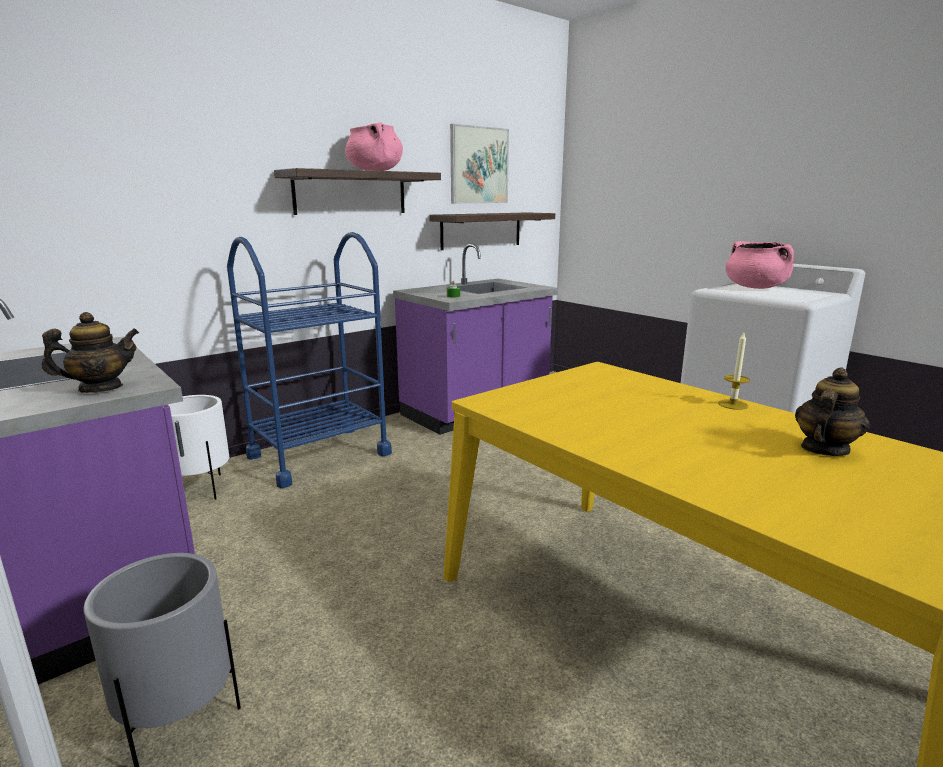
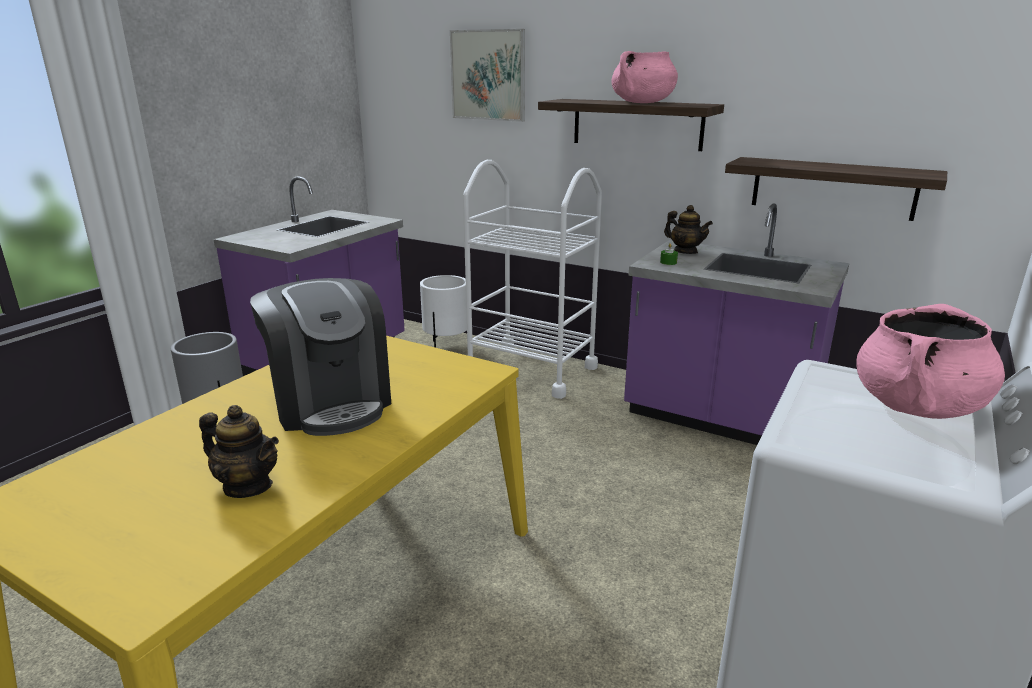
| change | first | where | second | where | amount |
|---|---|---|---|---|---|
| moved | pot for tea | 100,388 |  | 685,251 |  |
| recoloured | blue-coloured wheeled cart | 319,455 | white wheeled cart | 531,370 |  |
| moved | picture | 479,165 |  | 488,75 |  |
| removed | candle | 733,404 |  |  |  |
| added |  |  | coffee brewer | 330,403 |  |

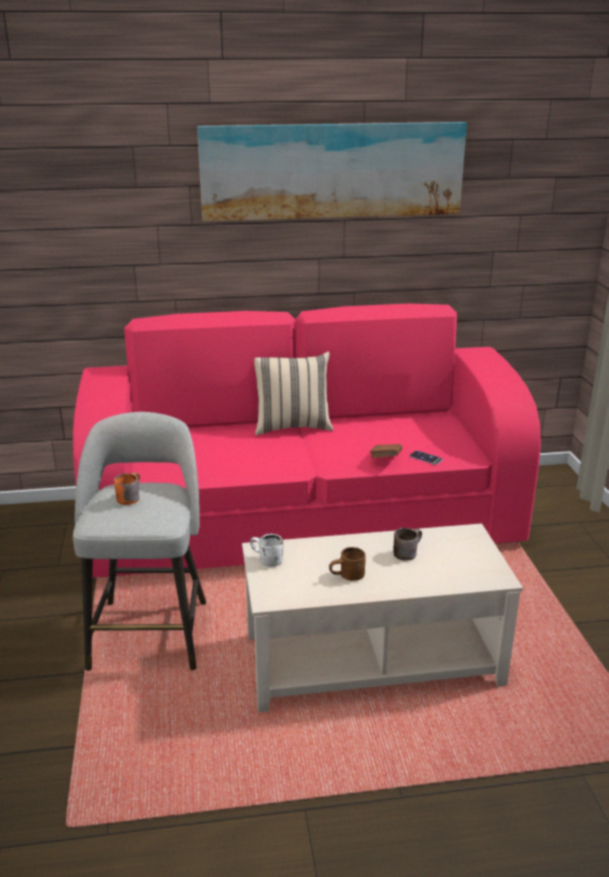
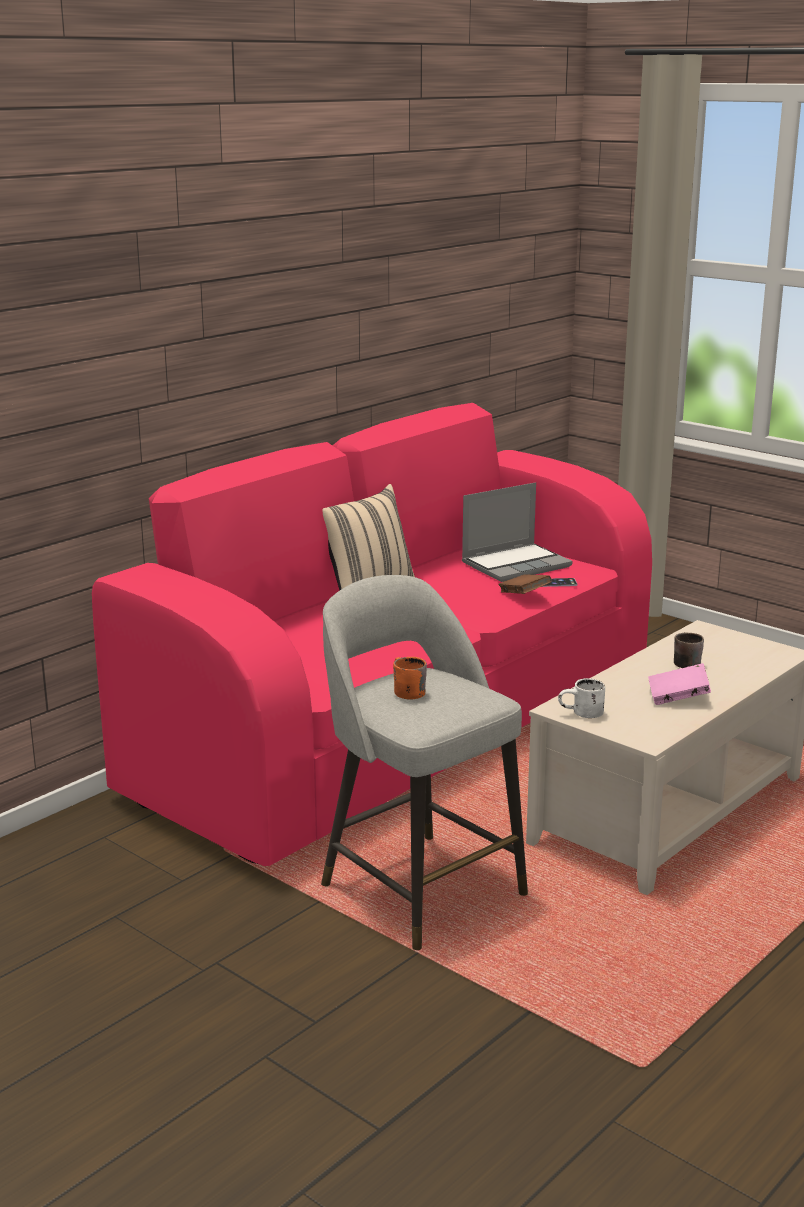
| change | first | where | second | where | amount |
|---|---|---|---|---|---|
| removed | picture | 332,170 |  |  |  |
| replaced | brownish mug | 348,577 | pink-coloured book | 678,698 |  |
| added |  |  | laptop | 516,564 |  |

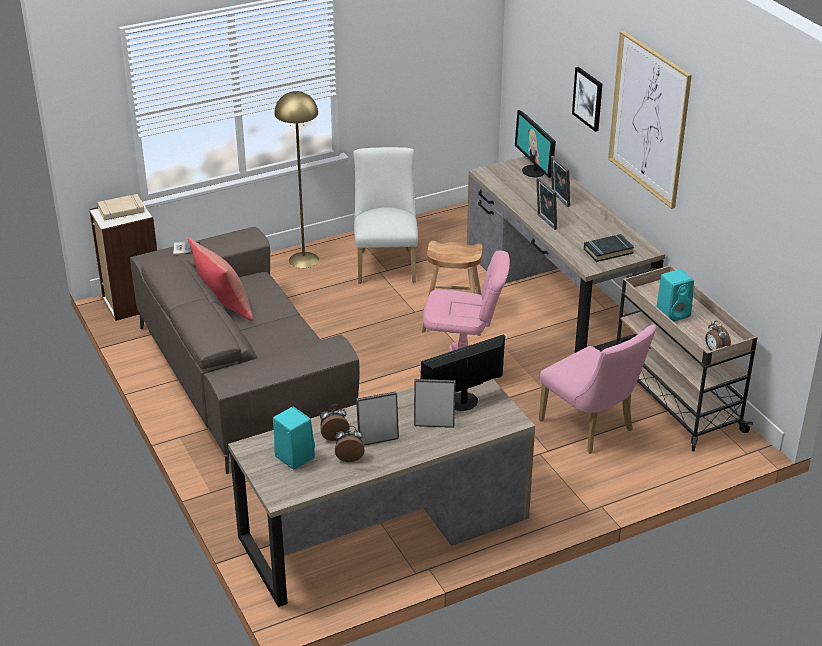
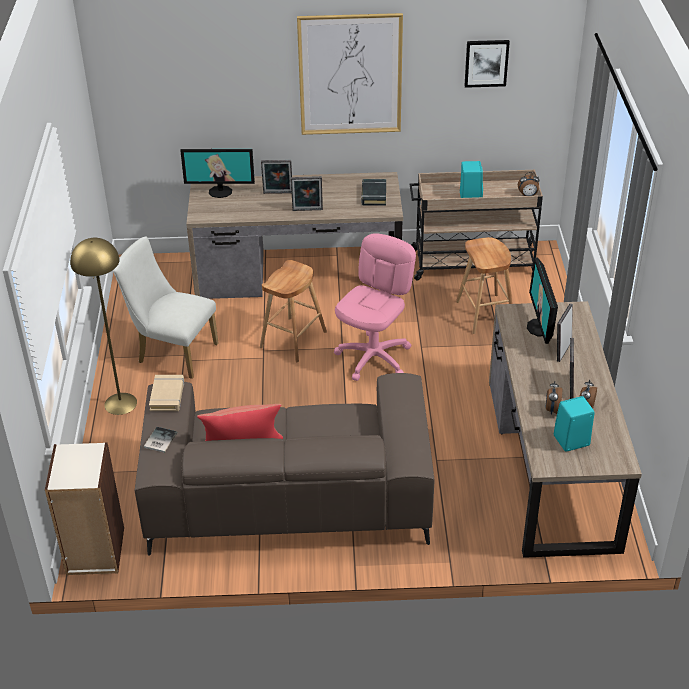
| change | first | where | second | where | amount |
|---|---|---|---|---|---|
| moved | beige book | 121,210 |  | 167,396 |  |
| replaced | pink-coloured plain chair | 591,428 | brownish stool seat | 485,314 |  |
| moved | picture | 588,98 |  | 486,63 |  |

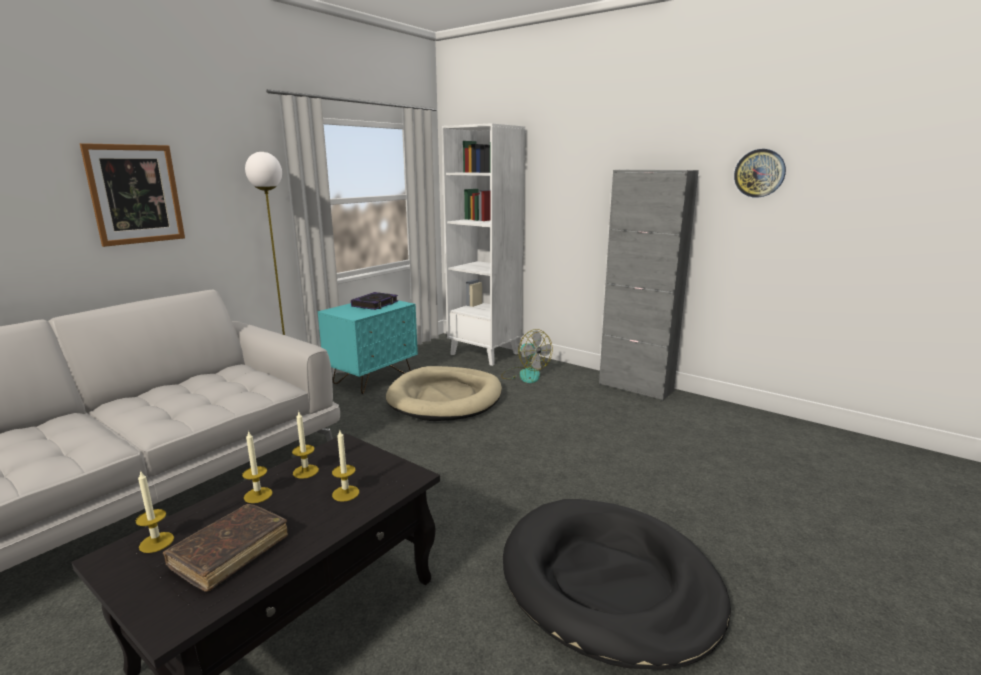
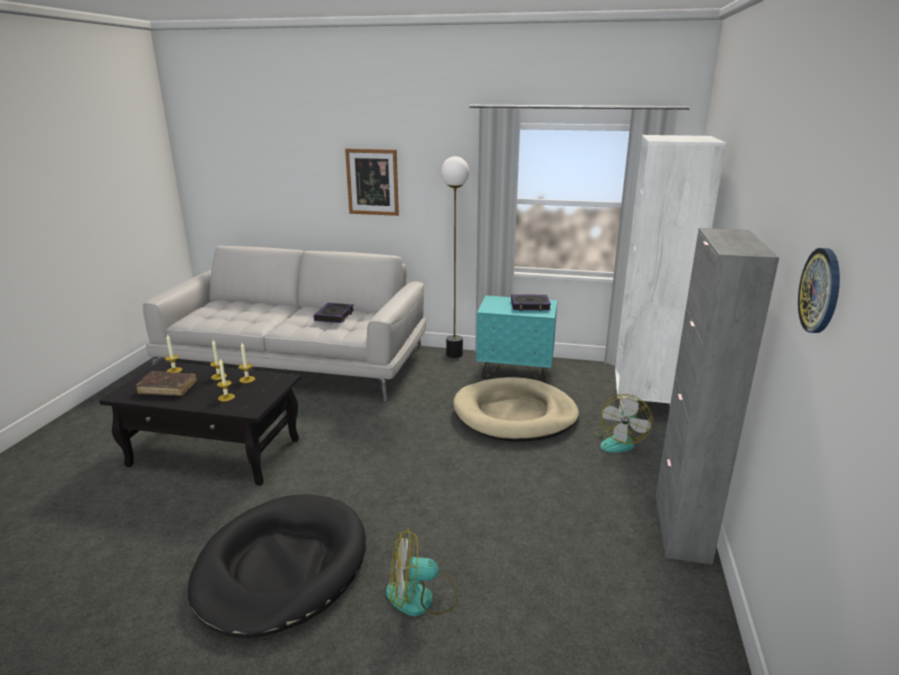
| change | first | where | second | where | amount |
|---|---|---|---|---|---|
| added |  |  | book | 334,316 |  |
| added |  |  | electric fan | 421,597 |  |

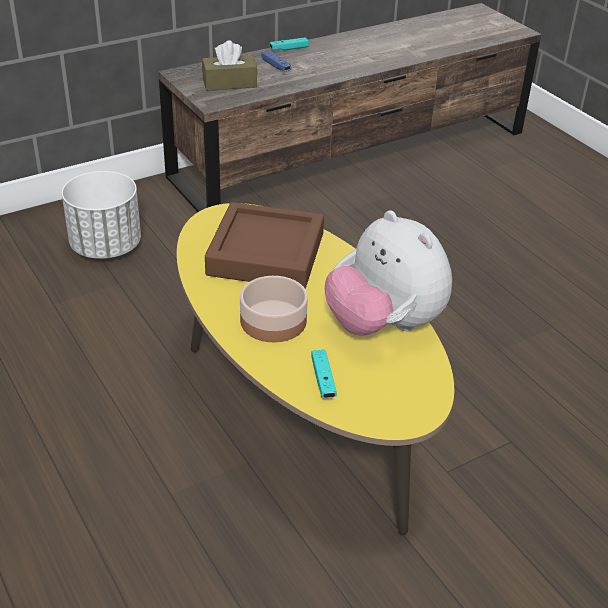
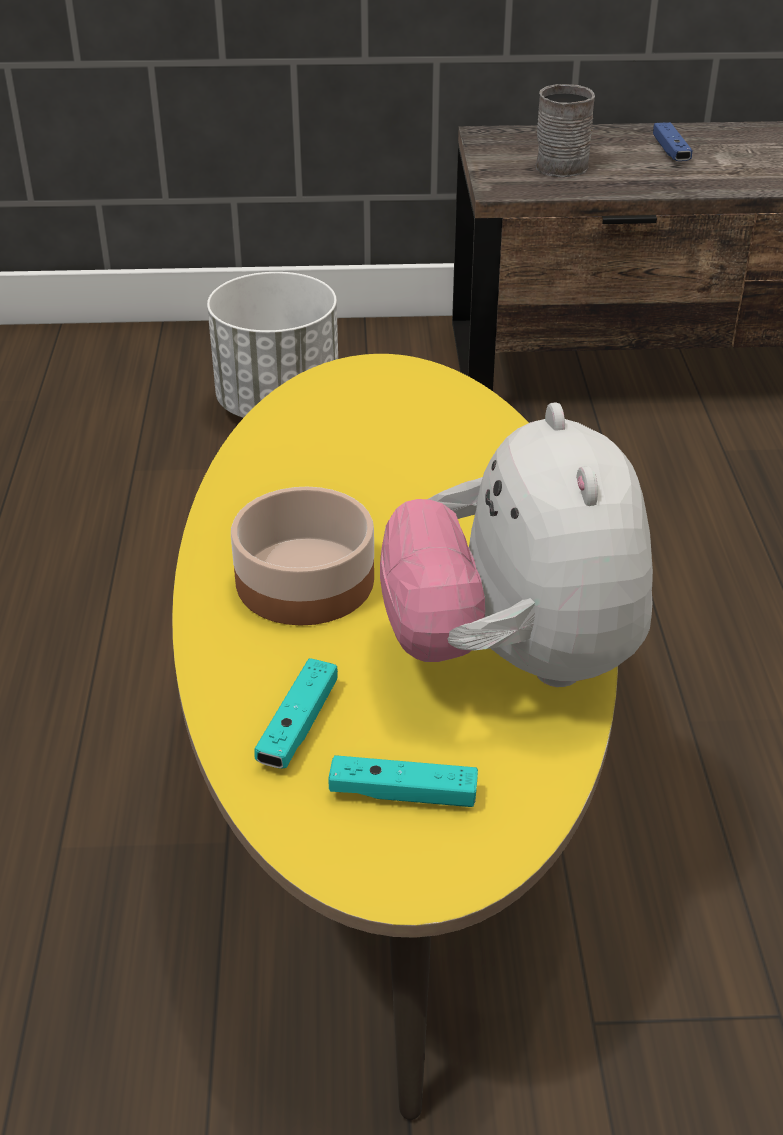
| change | first | where | second | where | amount |
|---|---|---|---|---|---|
| replaced | brownish tissue holder | 229,83 | grey mug | 562,163 |  |
| removed | brownish carrying tray | 266,254 |  |  |  |
| moved | blue-green joypad | 289,49 |  | 403,794 |  |

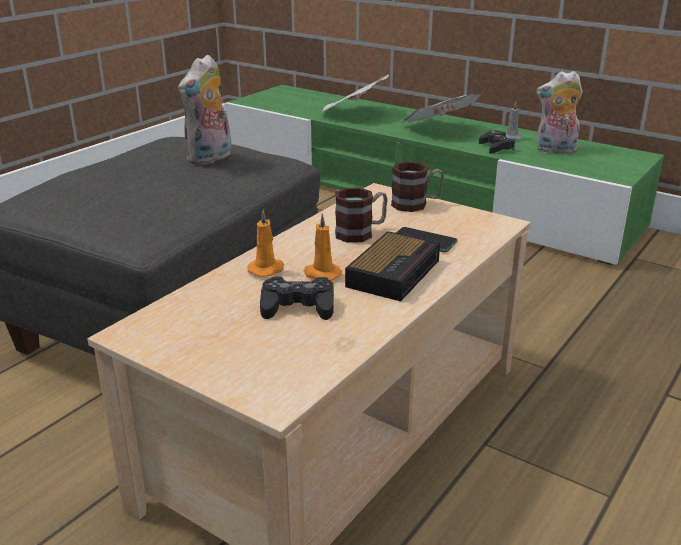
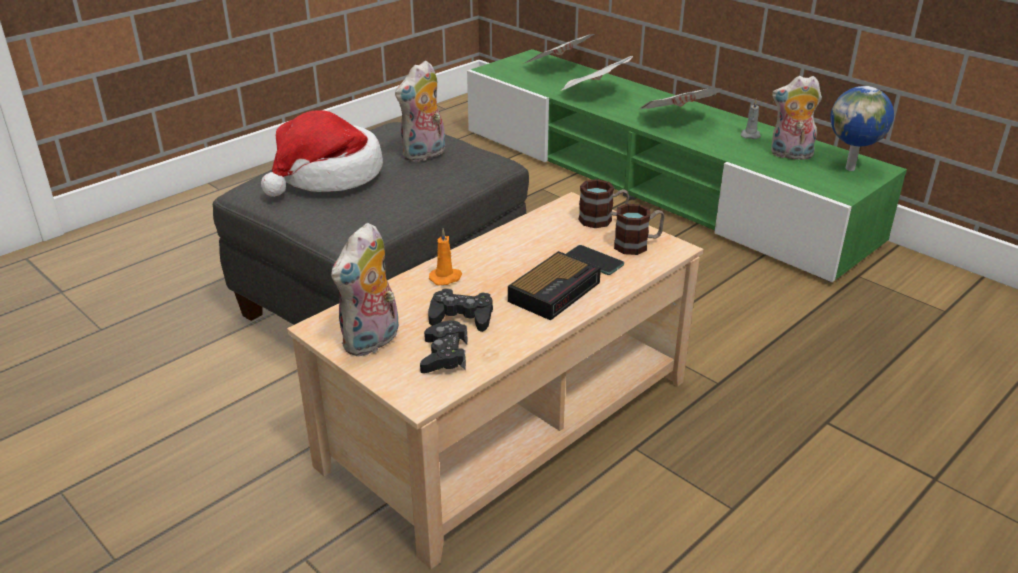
| change | first | where | second | where | amount |
|---|---|---|---|---|---|
| removed | orange candle | 321,274 |  |  |  |
| moved | mug | 361,233 |  | 638,245 |  |
| moved | black joypad | 496,147 |  | 444,355 |  |
| added |  |  | wearable hat | 328,176 |  |
| added |  |  | cuddly toy | 372,342 |  |
| added |  |  | newspaper | 557,67 |  |
| added |  |  | desk globe | 851,168 |  |

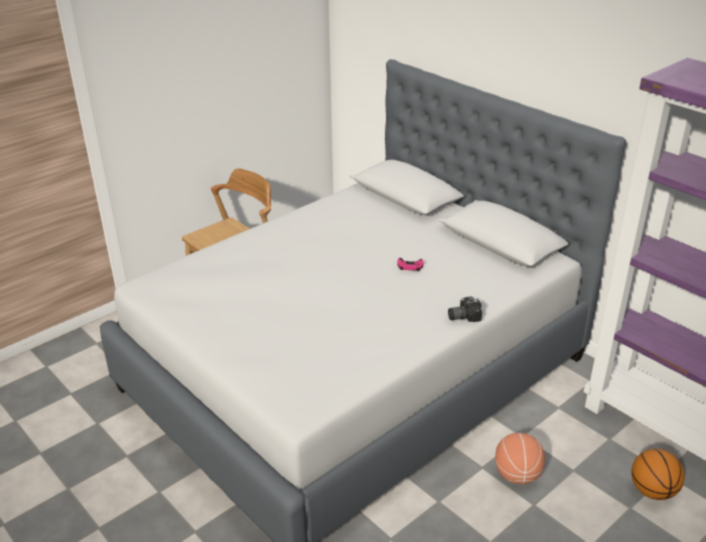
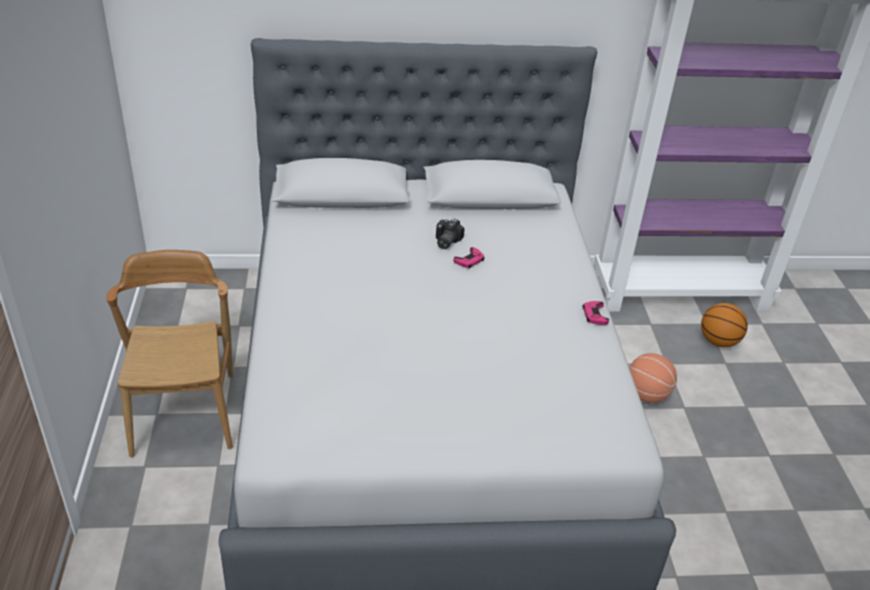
| change | first | where | second | where | amount |
|---|---|---|---|---|---|
| moved | photo camera | 462,316 |  | 445,241 |  |
| added |  |  | pink-coloured joypad | 594,315 |  |

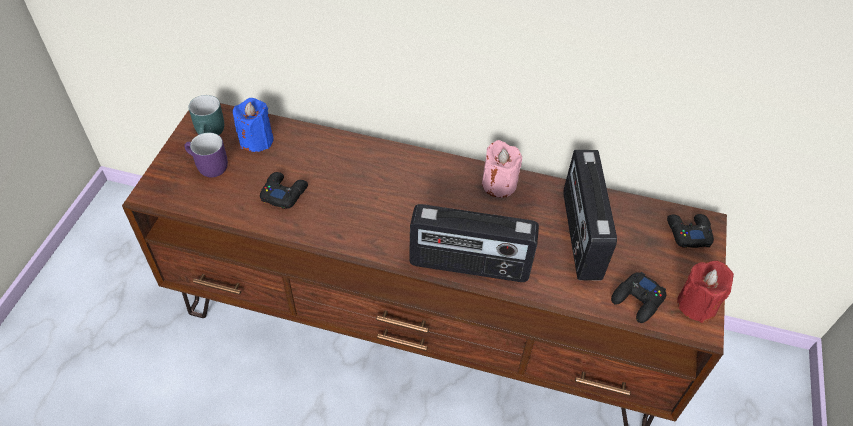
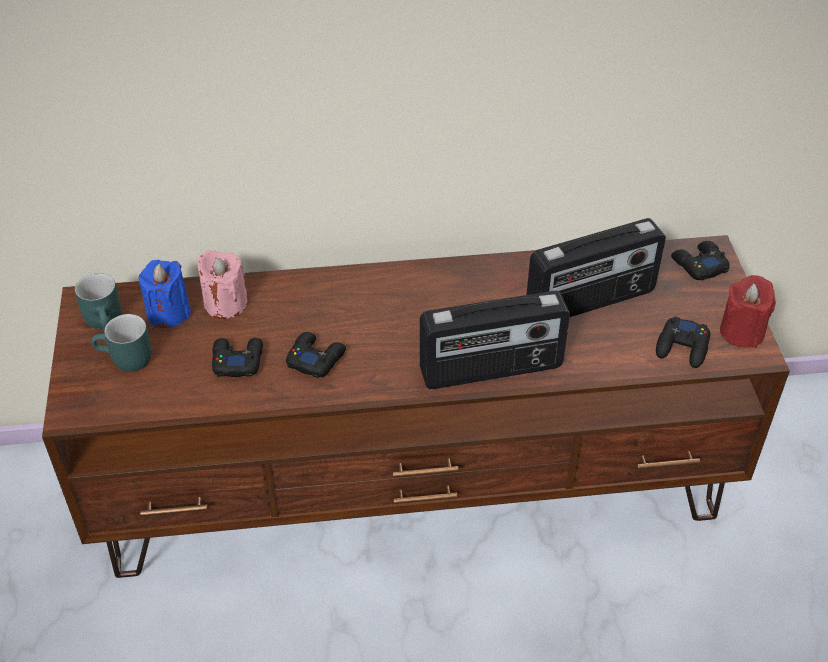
| change | first | where | second | where | amount |
|---|---|---|---|---|---|
| recoloured | purple mug | 207,167 | blue-green mug | 125,361 |  |
| moved | pink-coloured candle | 499,184 |  | 225,303 |  |
| turned | radio | 579,235 |  | 591,301 | 90 degrees counterclockwise |
| added |  |  | black joypad | 315,359 |  |

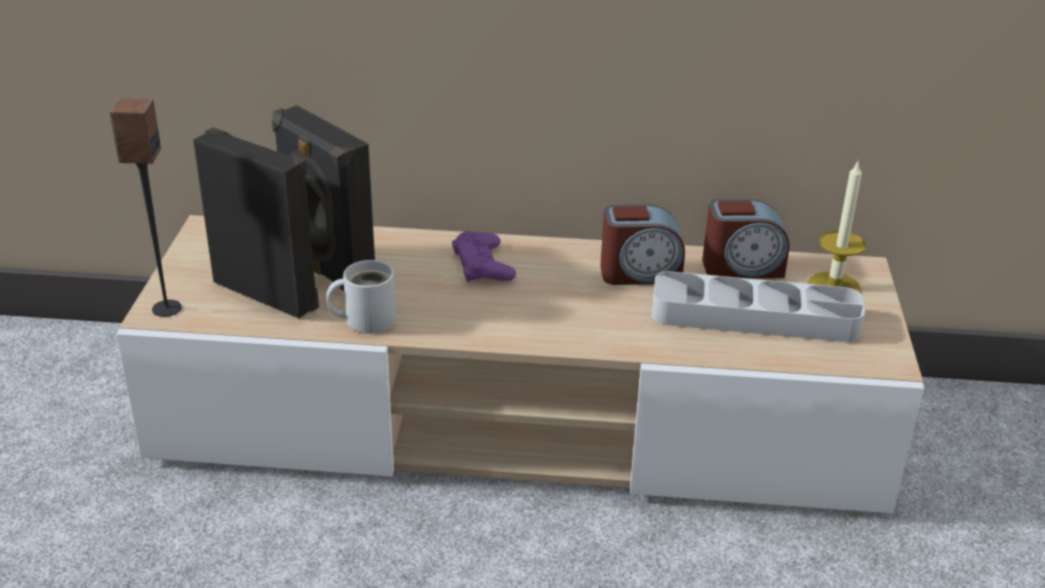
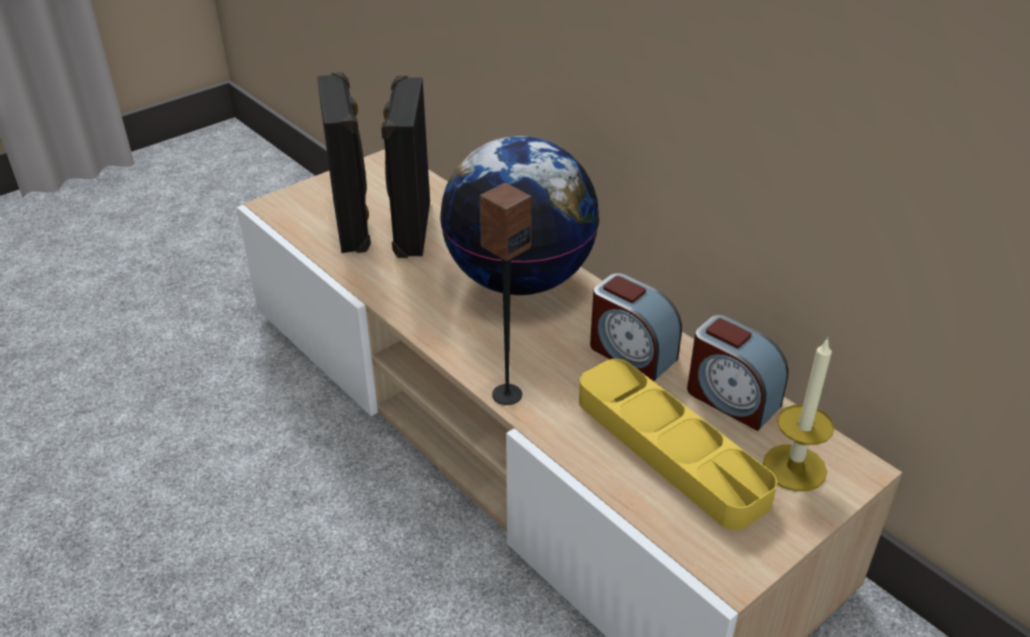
| change | first | where | second | where | amount |
|---|---|---|---|---|---|
| moved | speaker | 166,308 |  | 506,394 |  |
| removed | white mug | 365,319 |  |  |  |
| replaced | purple joypad | 483,265 | desk globe | 520,279 |  |
| recoloured | grey carrying tray | 754,317 | yellow-coloured carrying tray | 670,449 |  |

